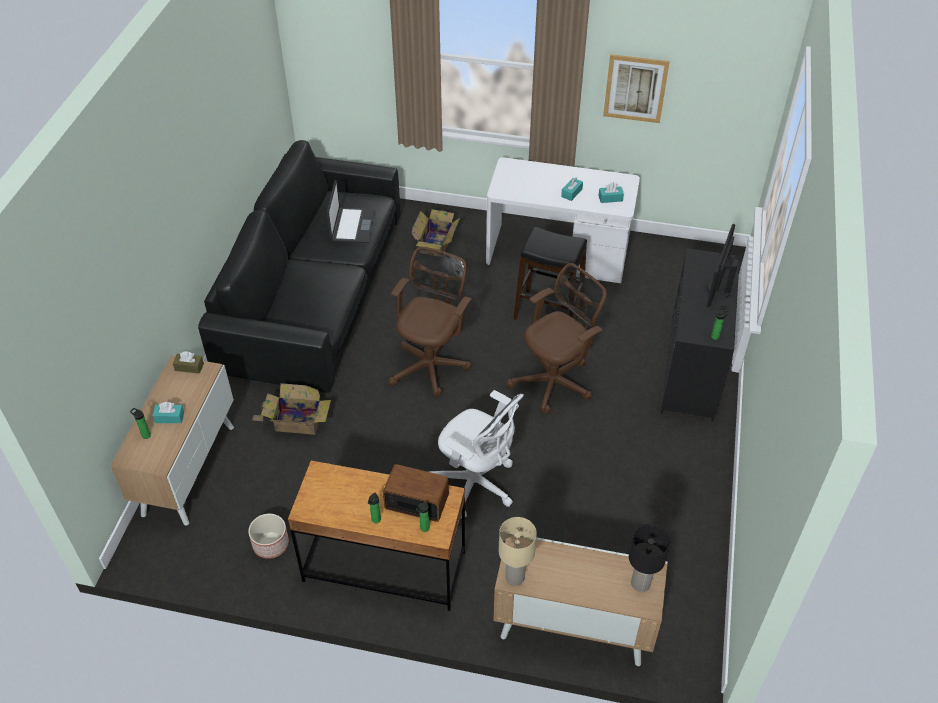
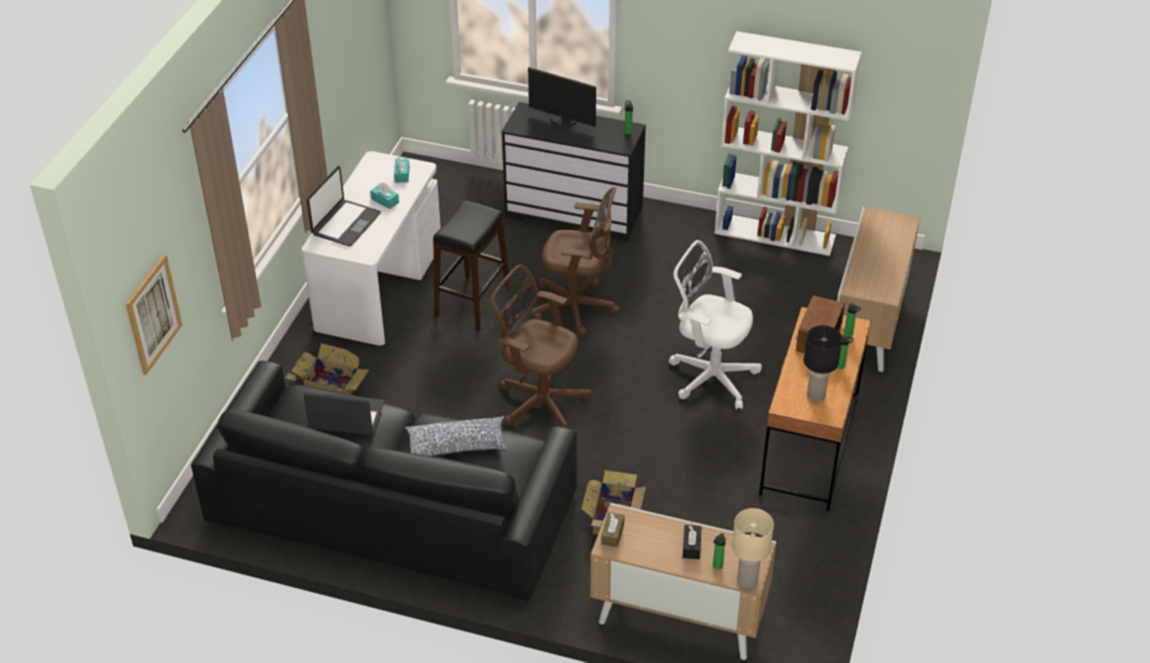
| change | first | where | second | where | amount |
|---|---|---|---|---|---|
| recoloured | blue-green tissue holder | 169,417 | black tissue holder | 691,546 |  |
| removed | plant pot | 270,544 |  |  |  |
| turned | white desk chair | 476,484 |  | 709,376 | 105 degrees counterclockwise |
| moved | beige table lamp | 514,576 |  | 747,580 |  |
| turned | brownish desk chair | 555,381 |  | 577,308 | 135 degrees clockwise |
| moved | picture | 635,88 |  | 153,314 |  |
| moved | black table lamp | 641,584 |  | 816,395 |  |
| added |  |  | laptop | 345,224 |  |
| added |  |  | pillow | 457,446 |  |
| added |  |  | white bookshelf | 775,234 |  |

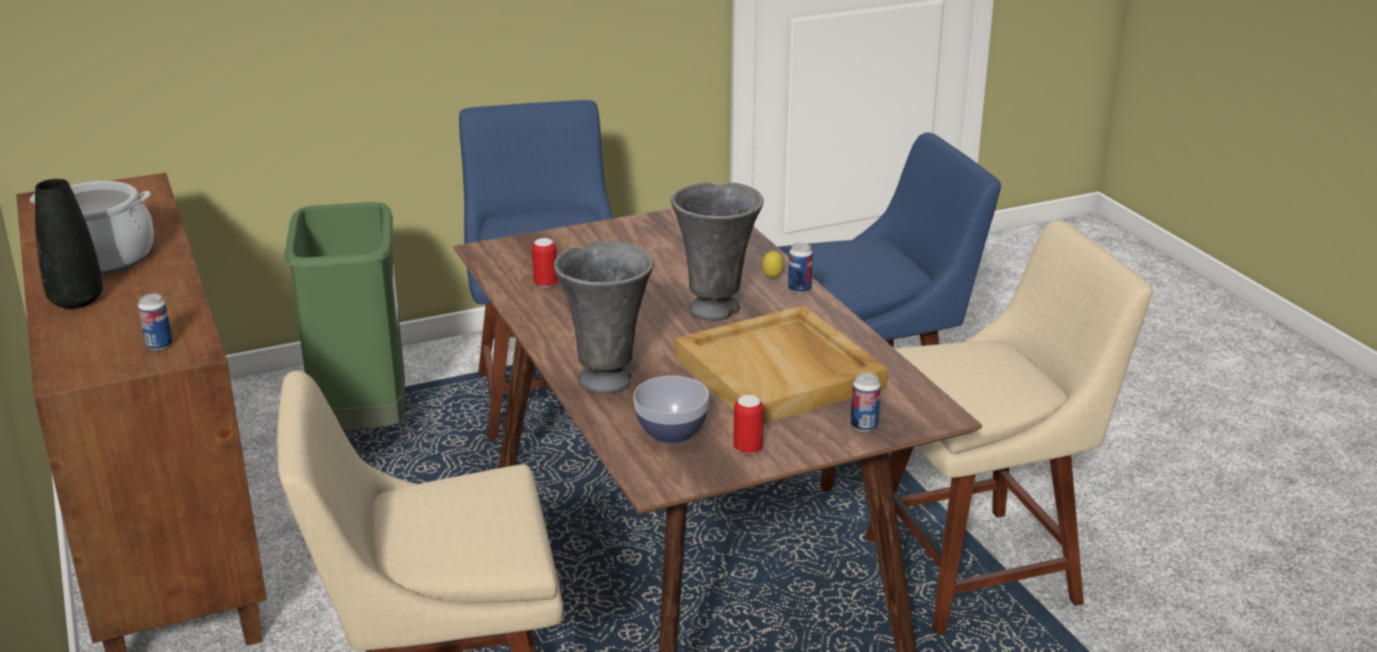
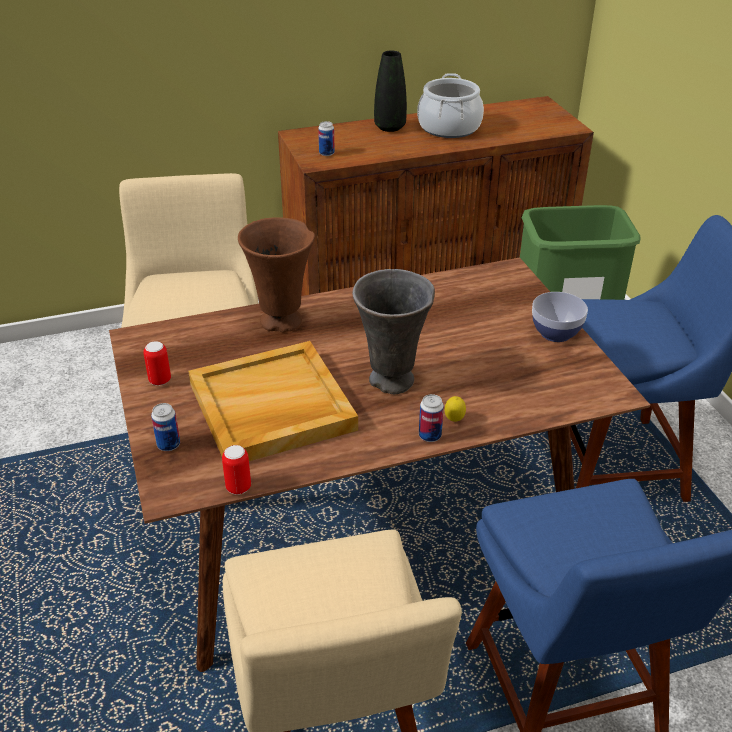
| change | first | where | second | where | amount |
|---|---|---|---|---|---|
| moved | can | 545,284 |  | 238,487 |  |
| recoloured | grey vase | 607,379 | brownish vase | 282,322 |  |
| moved | bowl | 671,432 |  | 556,333 |  |

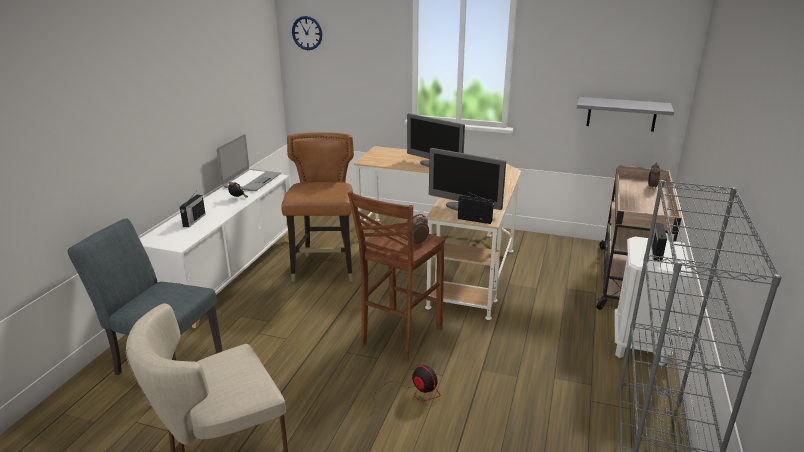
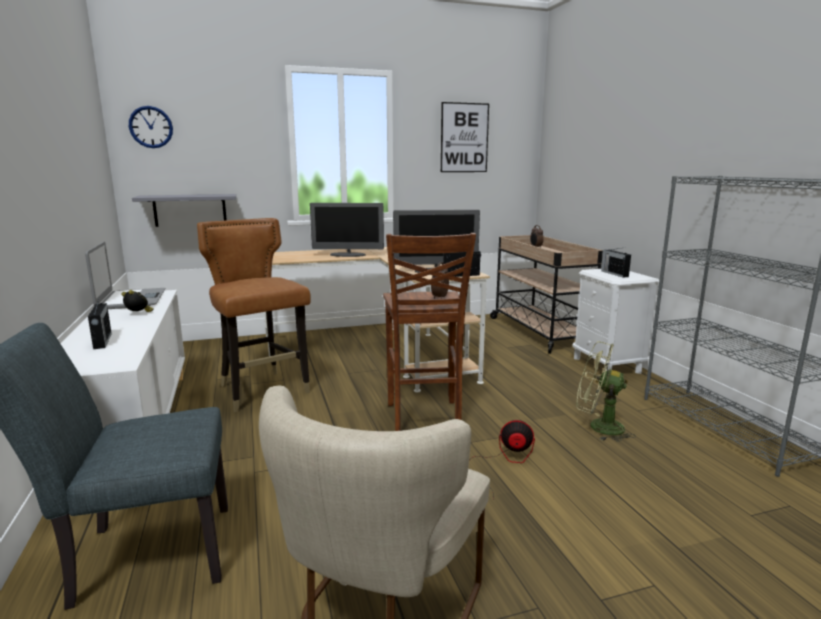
| change | first | where | second | where | amount |
|---|---|---|---|---|---|
| moved | grey bracket shelf | 621,114 |  | 190,210 |  |
| added |  |  | picture | 464,138 |  |
| added |  |  | green-coloured electric fan | 598,427 |  |

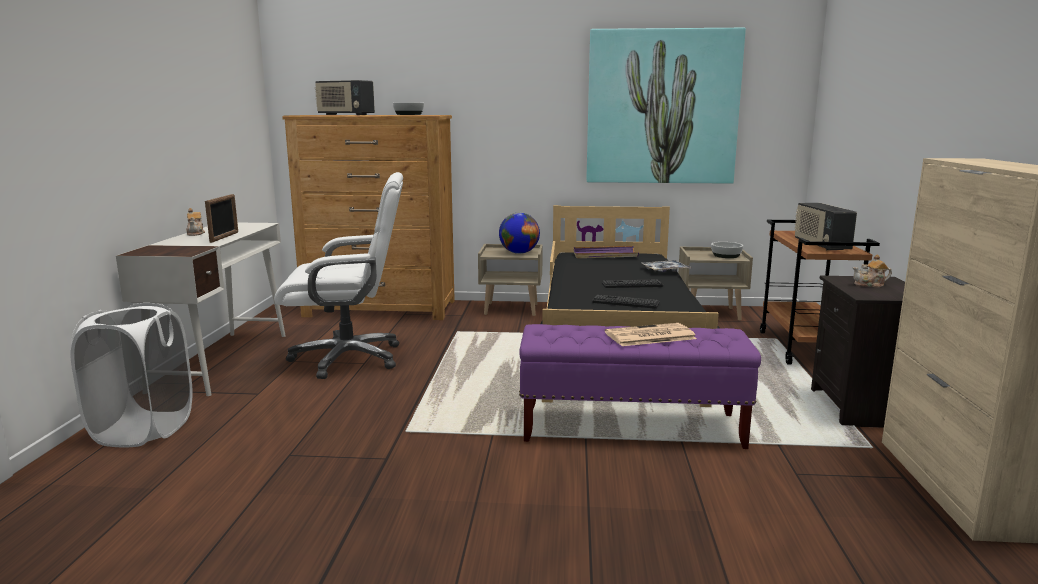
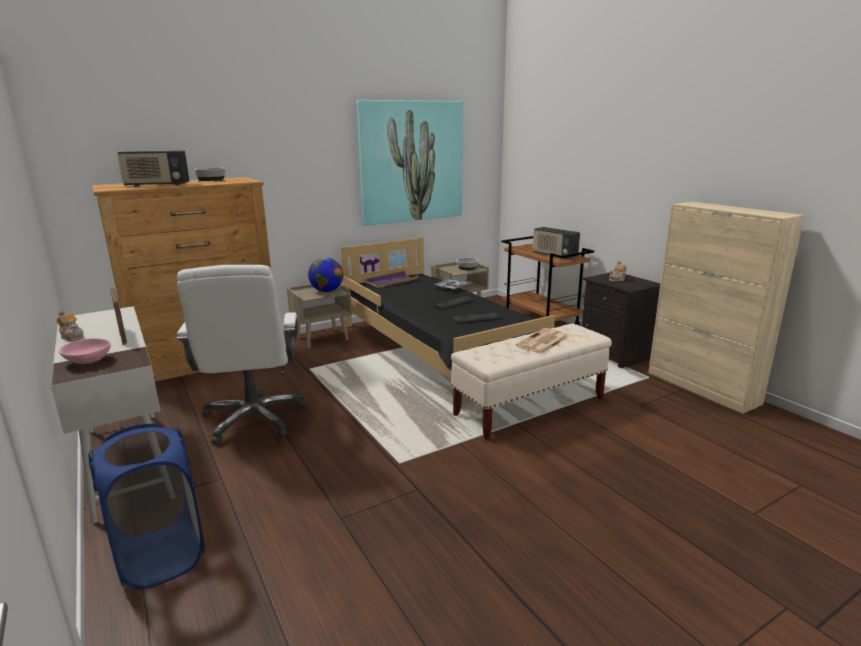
| change | first | where | second | where | amount |
|---|---|---|---|---|---|
| recoloured | white washing basket | 143,430 | blue-coloured washing basket | 161,556 |  |
| turned | white desk chair | 349,358 |  | 254,418 | 120 degrees clockwise |
| recoloured | purple bench | 632,428 | beige bench | 530,407 |  |
| added |  |  | pink-coloured bowl | 89,361 |  |

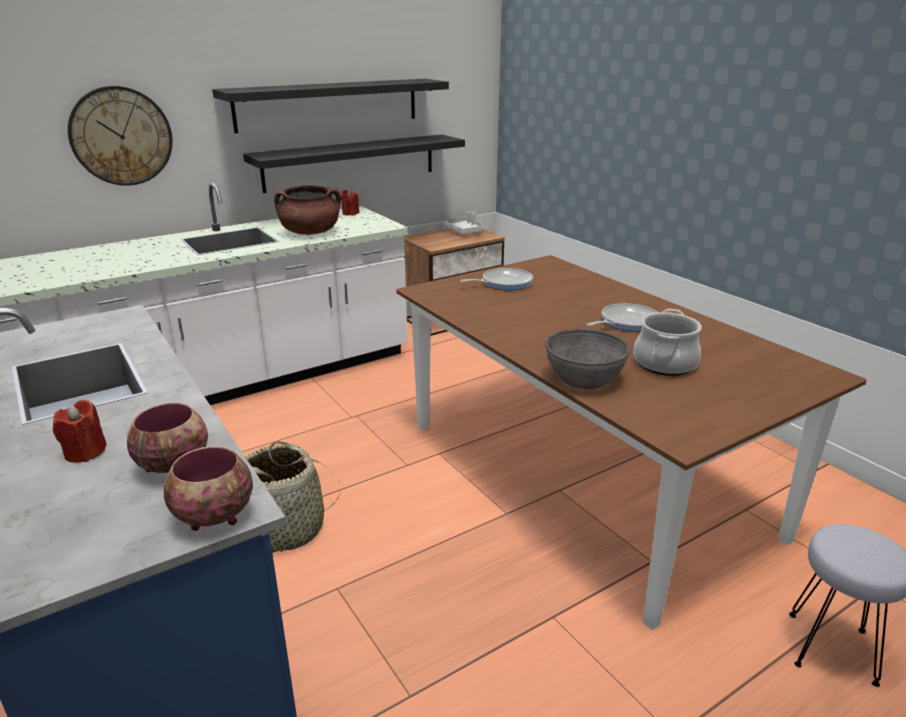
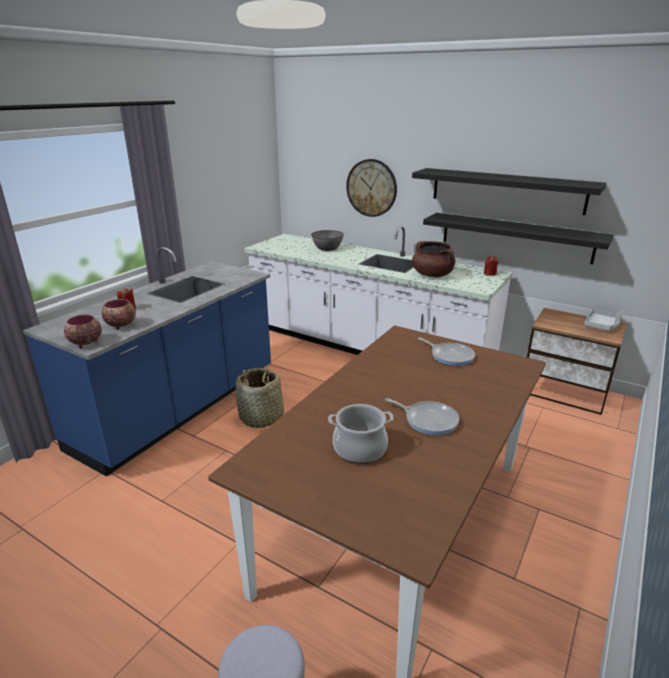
| change | first | where | second | where | amount |
|---|---|---|---|---|---|
| moved | grey bowl | 583,378 |  | 327,248 |  |

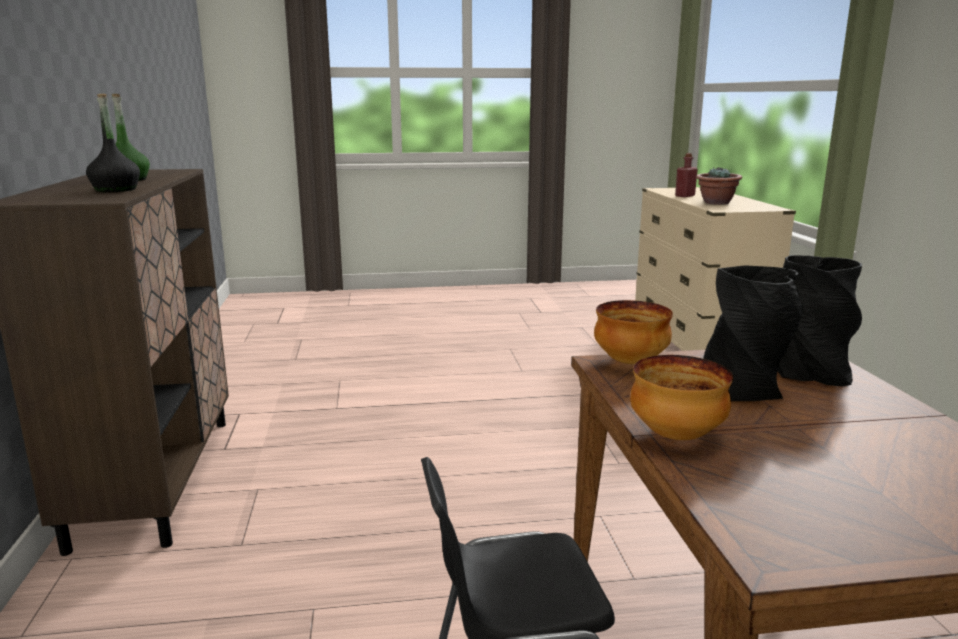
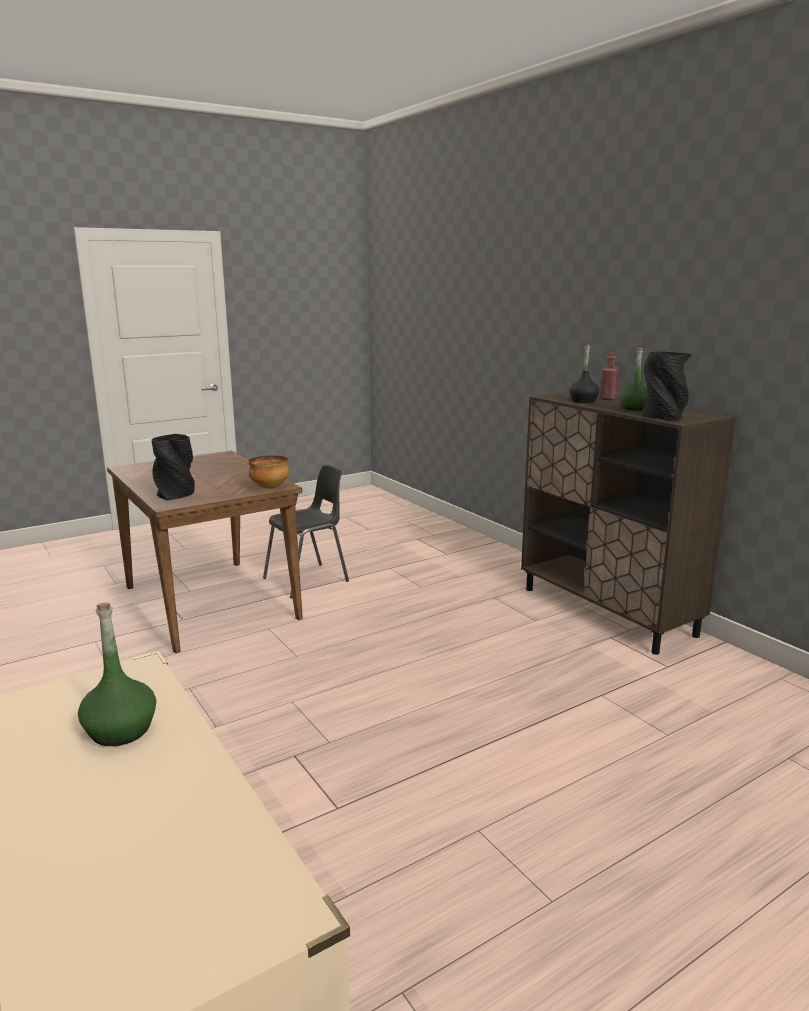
| change | first | where | second | where | amount |
|---|---|---|---|---|---|
| removed | bowl | 676,436 |  |  |  |
| moved | reddish beverage bottle | 685,196 |  | 608,398 |  |
| replaced | houseplant | 716,203 | green-coloured beverage bottle | 120,730 |  |
| moved | black vase | 744,388 |  | 663,417 |  |

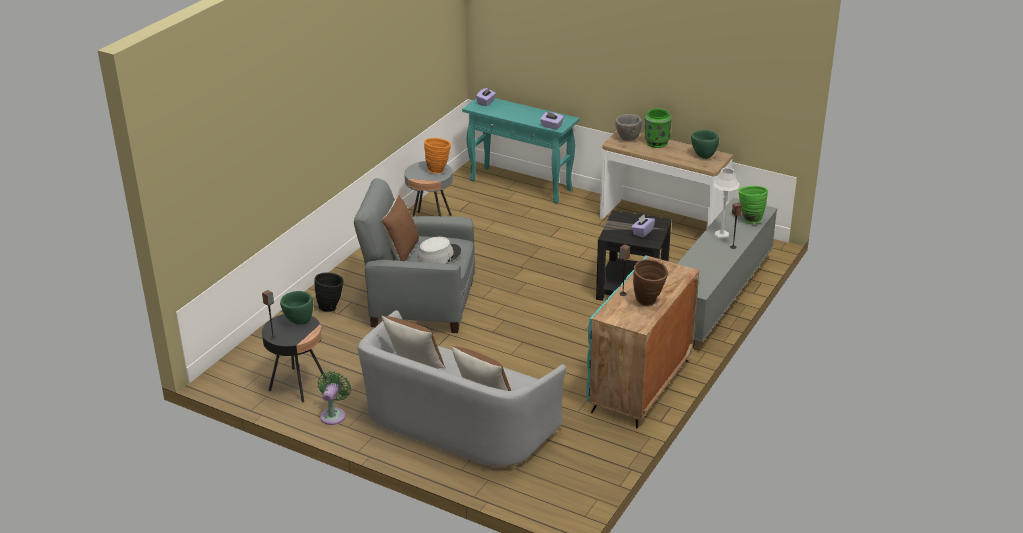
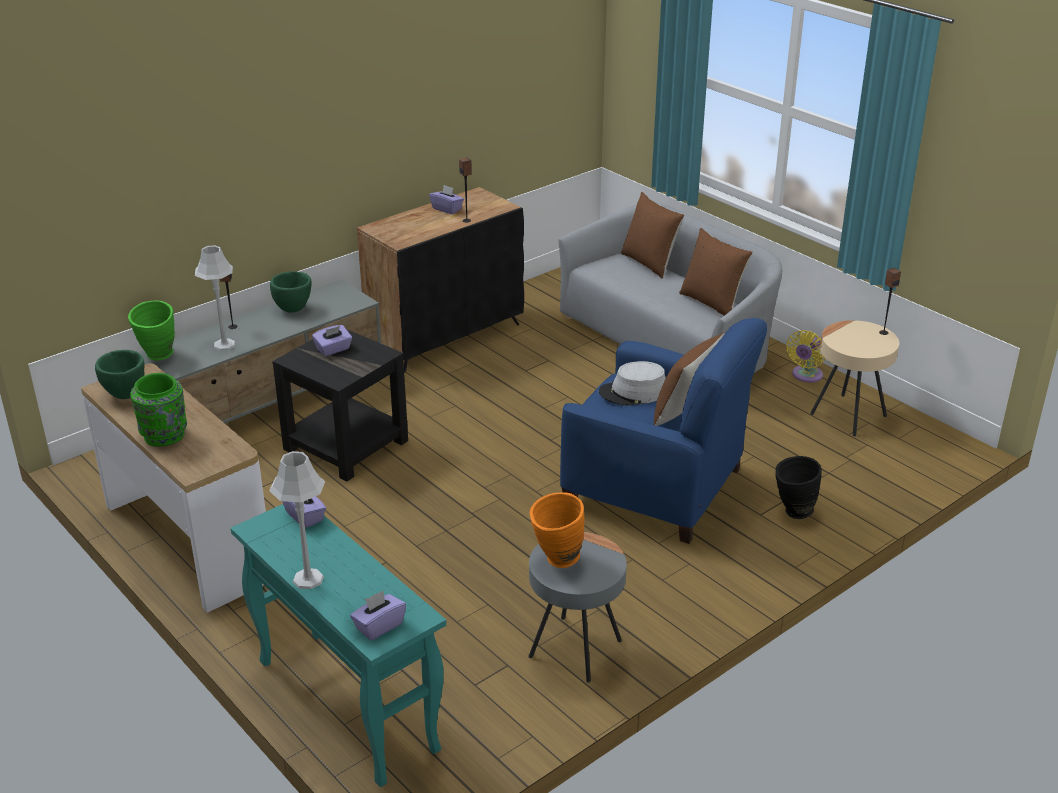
| change | first | where | second | where | amount |
|---|---|---|---|---|---|
| recoloured | black end table | 298,385 | beige end table | 848,415 |  |
| moved | green-coloured bowl | 298,321 |  | 293,309 |  |
| recoloured | green-coloured electric fan | 334,414 | yellow-coloured electric fan | 805,376 |  |
| recoloured | grey easy chair | 421,304 | blue-coloured easy chair | 656,487 |  |
| recoloured | blue-green cabinet | 640,386 | black cabinet | 446,336 |  |
| removed | grey bowl | 627,139 |  |  |  |
| replaced | brownish vase | 649,302 | purple tissue holder | 447,209 |  |
| added |  |  | grey table lamp | 308,579 |  |

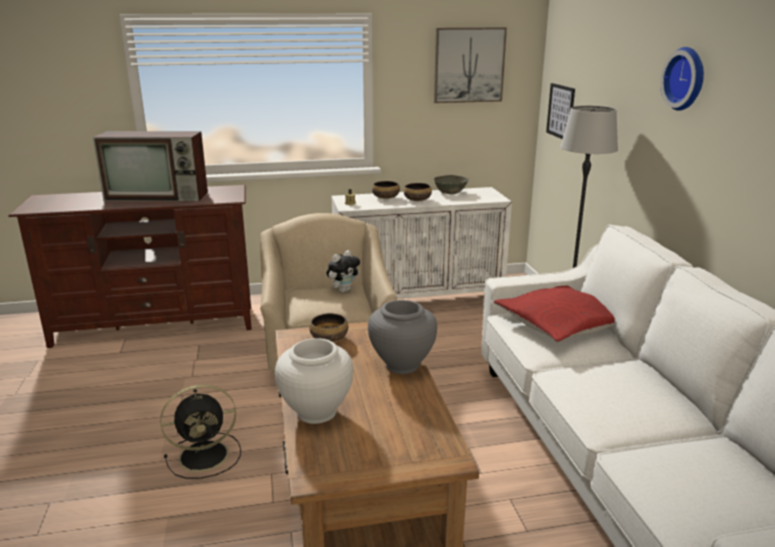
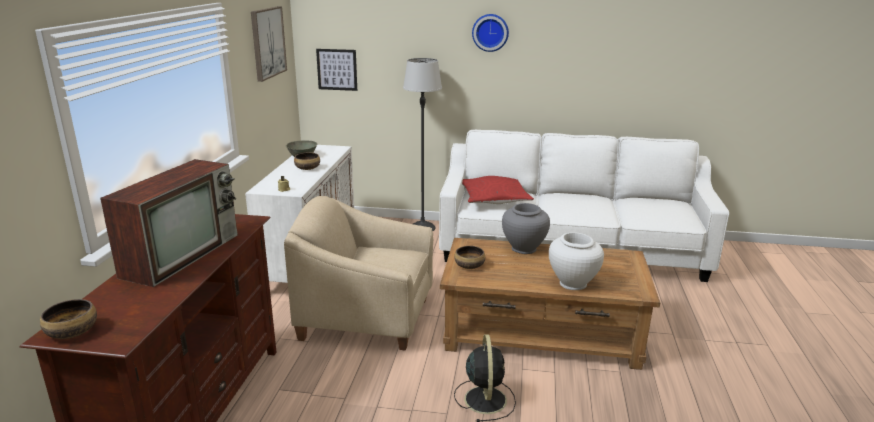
| change | first | where | second | where | amount |
|---|---|---|---|---|---|
| removed | cuddly toy | 343,290 |  |  |  |
| moved | bowl | 385,197 |  | 72,332 |  |

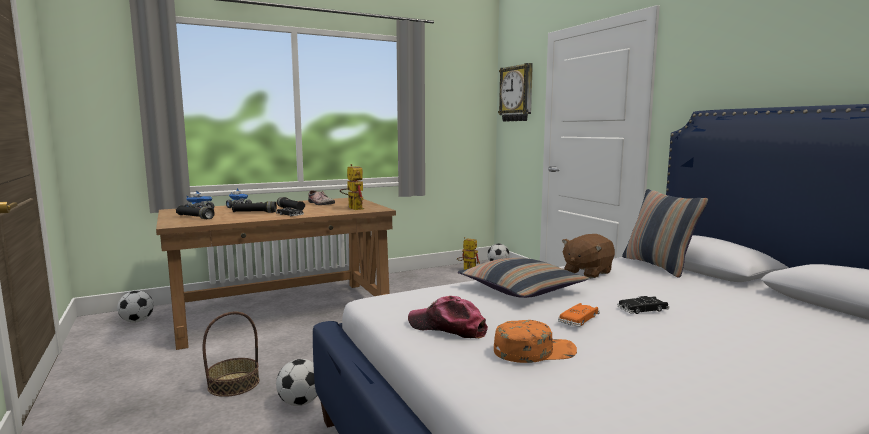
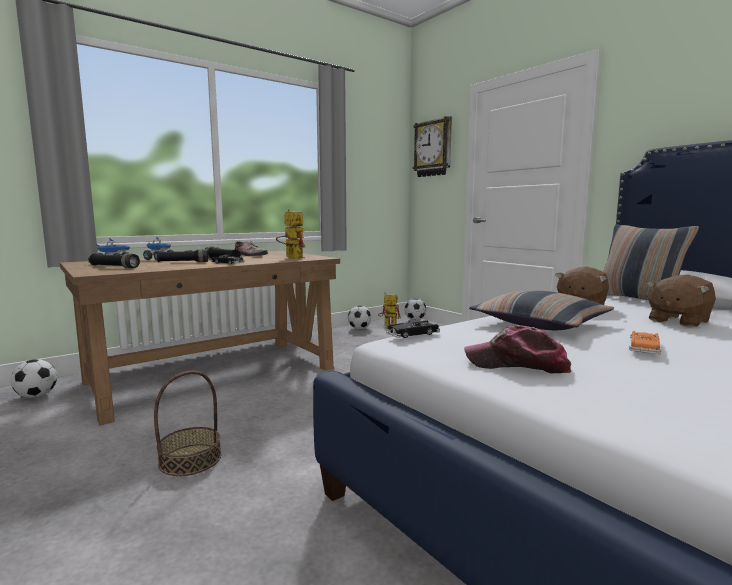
| change | first | where | second | where | amount |
|---|---|---|---|---|---|
| moved | football ball | 300,402 |  | 359,328 |  |
| removed | orange peaked cap | 534,351 |  |  |  |
| moved | black miniature car | 642,309 |  | 412,334 |  |
| added |  |  | brownish cuddly toy | 677,321 |  |

